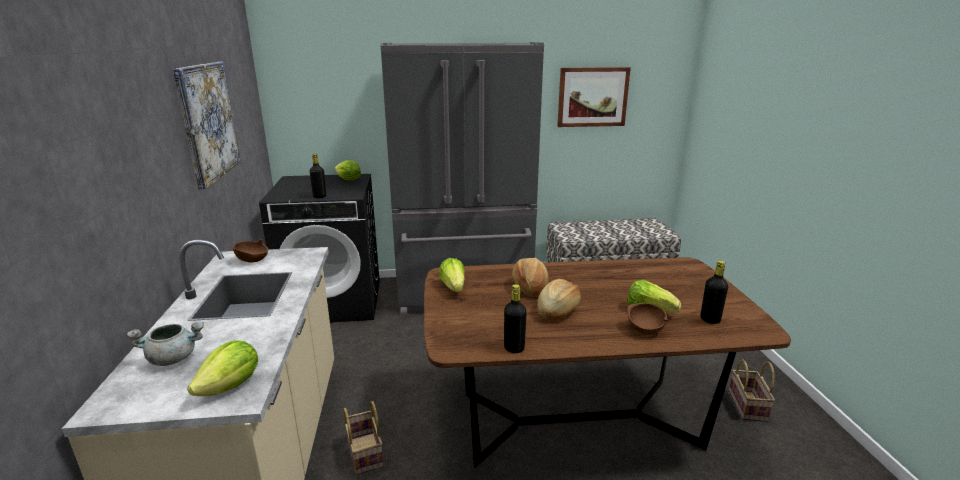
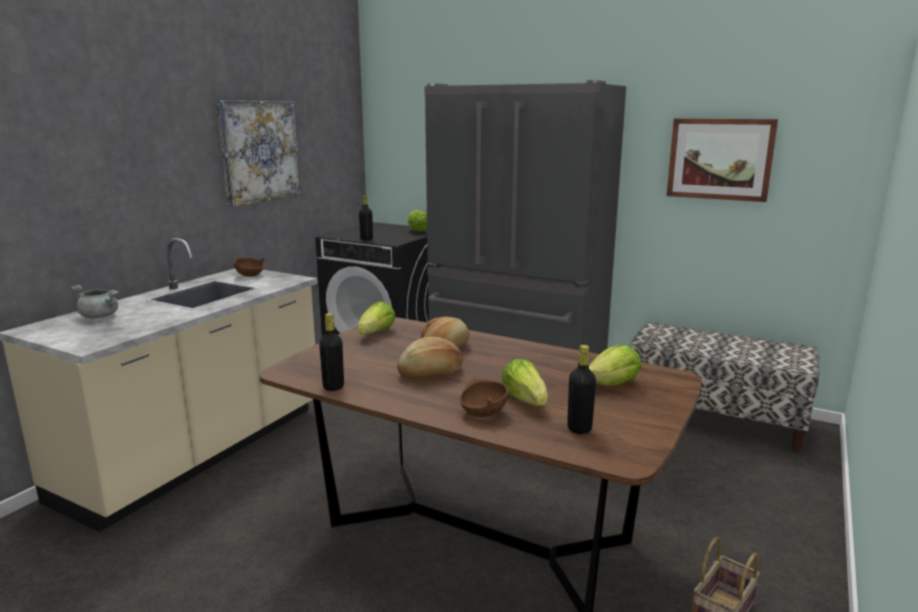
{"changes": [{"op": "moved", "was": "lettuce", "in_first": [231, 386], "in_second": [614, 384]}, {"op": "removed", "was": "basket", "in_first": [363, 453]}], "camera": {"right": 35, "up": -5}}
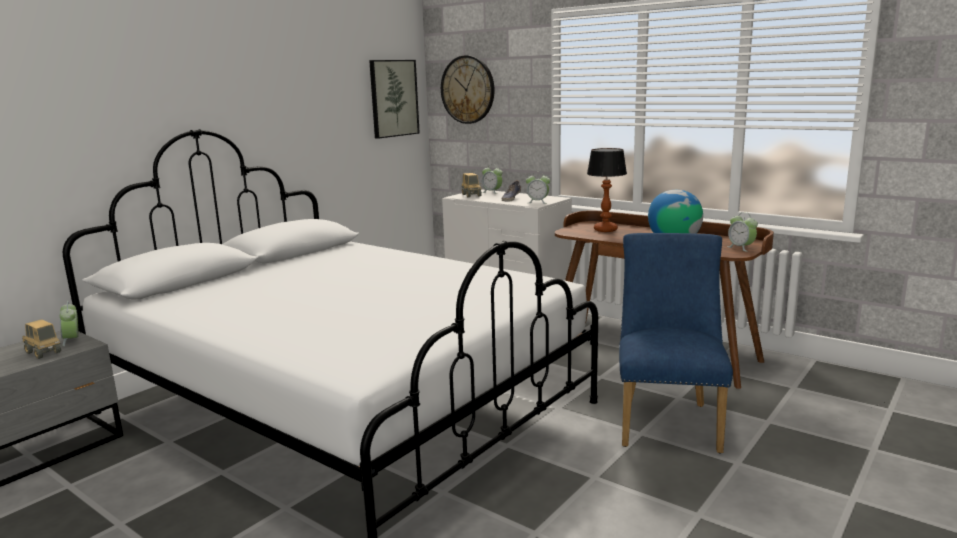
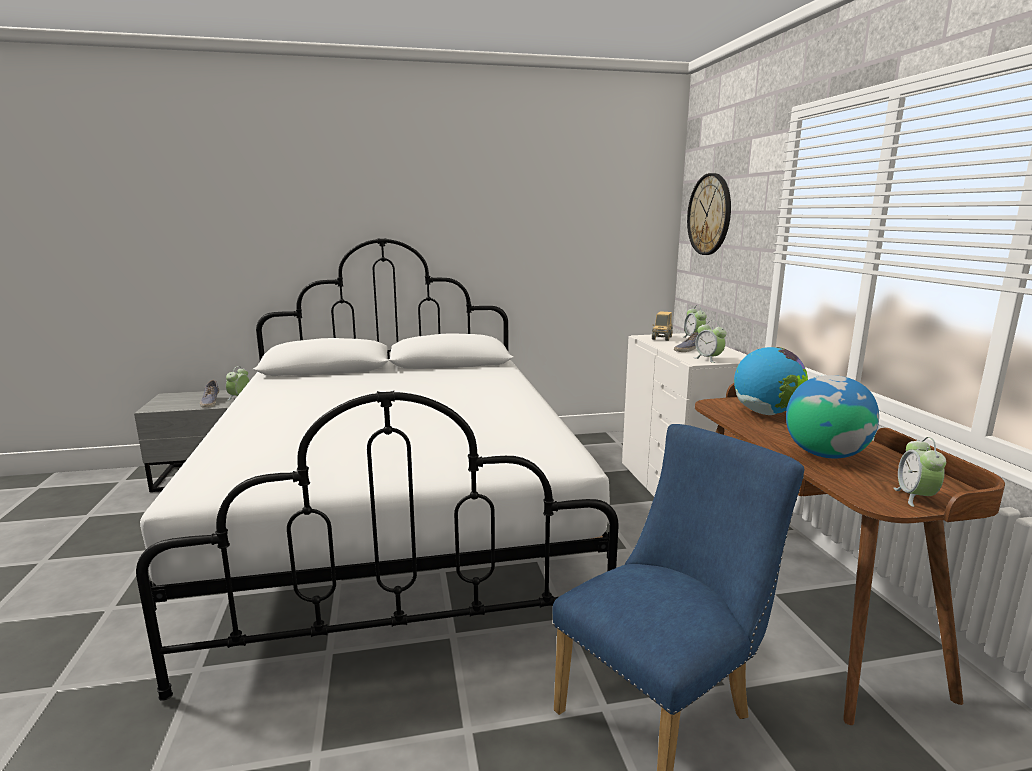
{"changes": [{"op": "replaced", "was": "toy lorry", "now": "shoe", "in_first": [43, 353], "in_second": [210, 402]}, {"op": "removed", "was": "picture", "in_first": [393, 98]}, {"op": "replaced", "was": "table lamp", "now": "globe", "in_first": [605, 230], "in_second": [766, 413]}], "camera": {"right": 40, "up": 0}}
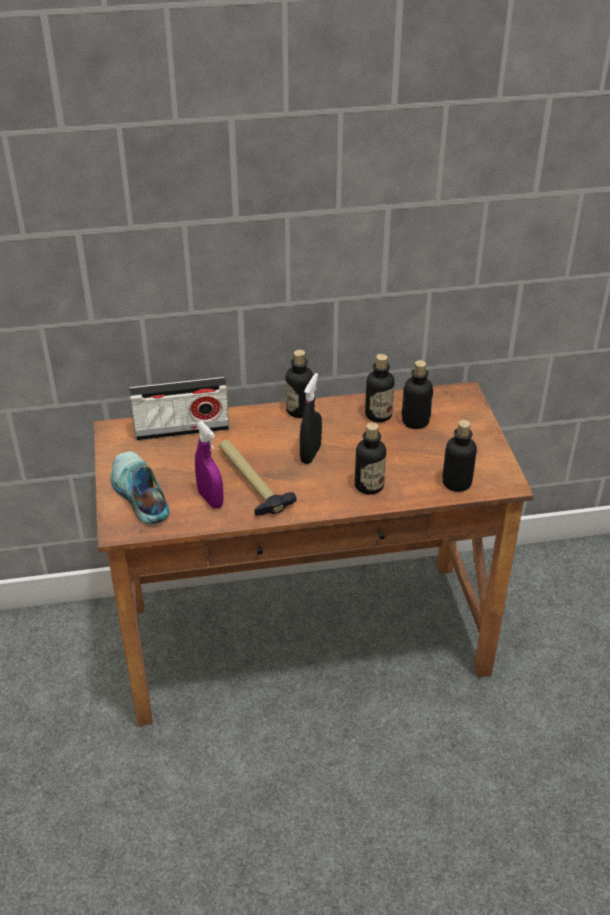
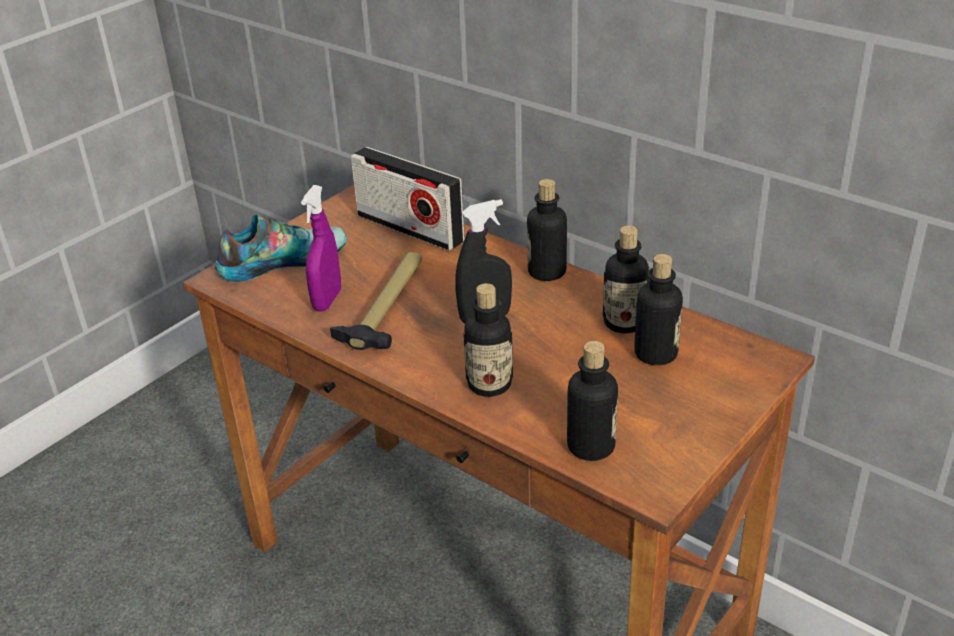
{"changes": [{"op": "turned", "was": "shoe", "in_first": [138, 494], "in_second": [282, 260], "clockwise": 45}], "camera": {"right": 50, "up": -5}}
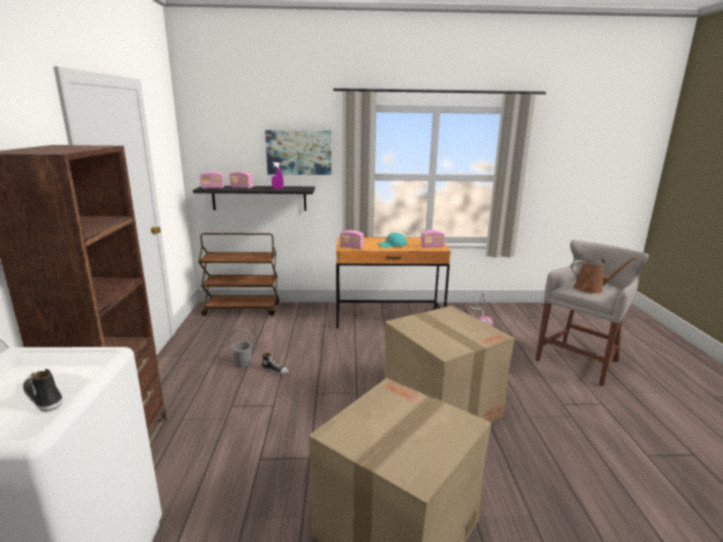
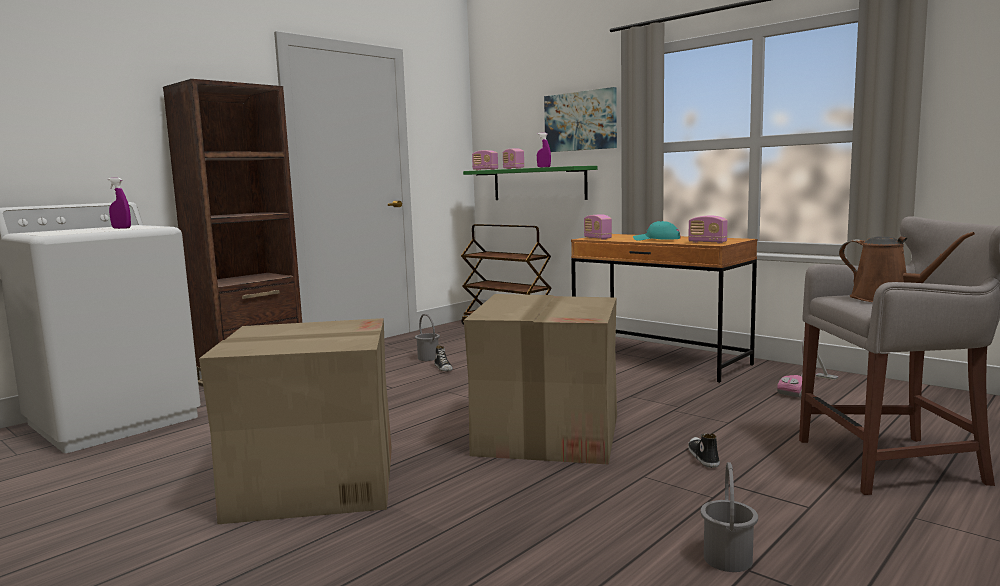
{"changes": [{"op": "moved", "was": "shoe", "in_first": [43, 396], "in_second": [702, 457]}, {"op": "recoloured", "was": "black-coloured shelf", "now": "green shelf", "in_first": [259, 198], "in_second": [538, 184]}, {"op": "added", "now": "purple spray bottle", "in_second": [121, 228]}, {"op": "added", "now": "grey pail", "in_second": [728, 559]}], "camera": {"right": 45, "up": -10}}
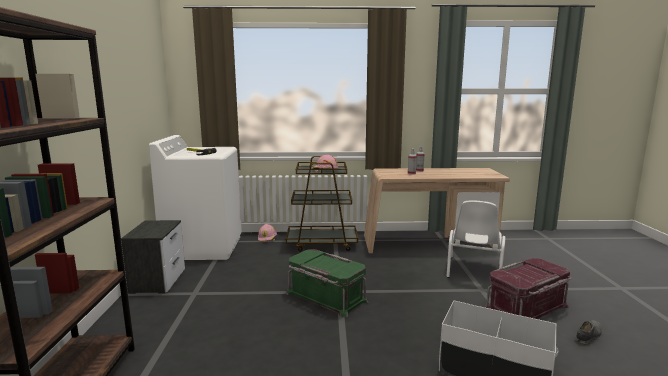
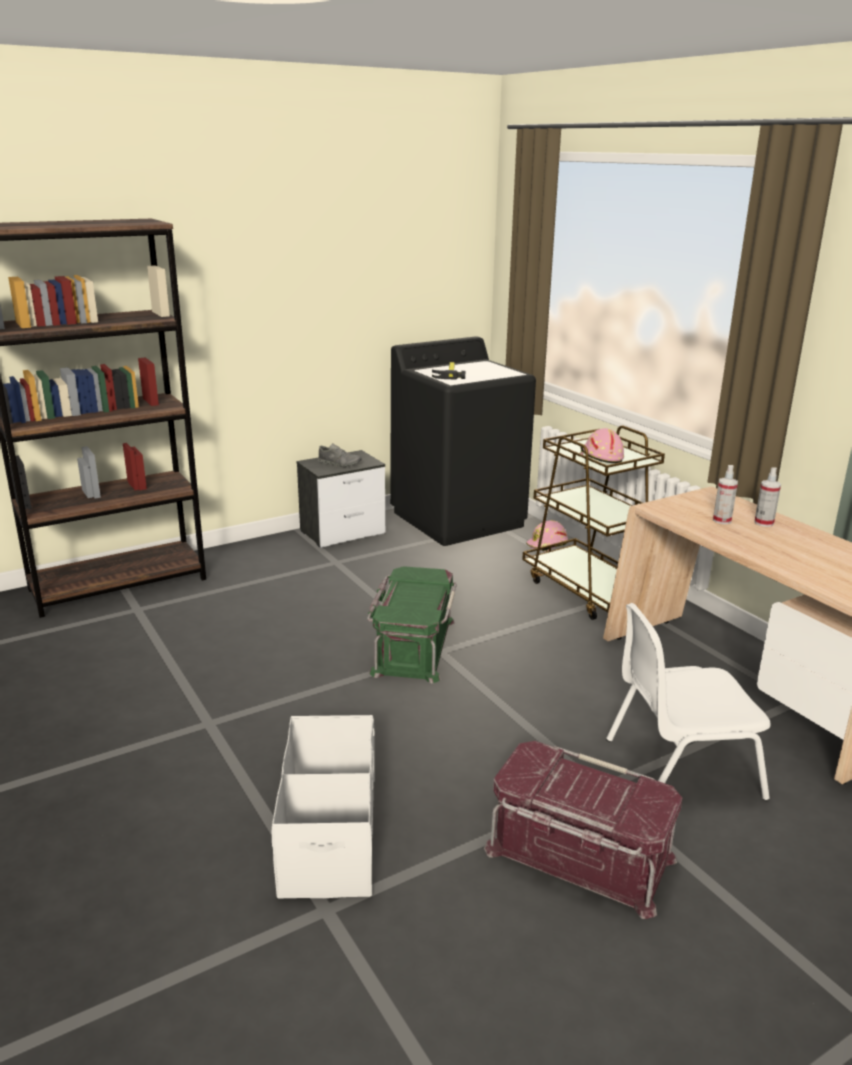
{"changes": [{"op": "recoloured", "was": "whitish laundry appliance", "now": "black-coloured laundry appliance", "in_first": [203, 247], "in_second": [458, 519]}, {"op": "moved", "was": "grey shoe", "in_first": [587, 336], "in_second": [339, 464]}], "camera": {"right": 60, "up": 10}}
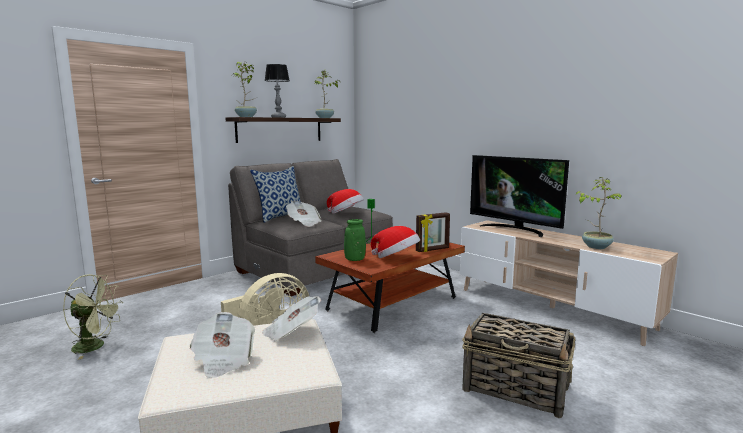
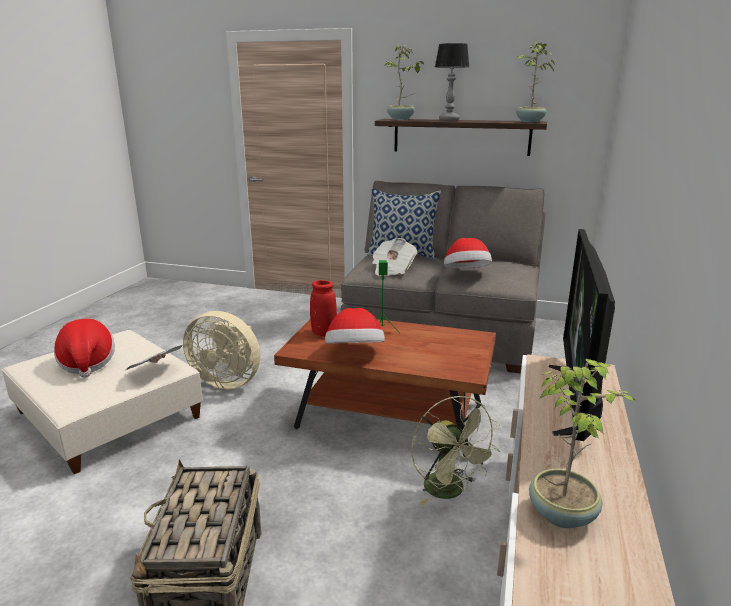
{"changes": [{"op": "moved", "was": "green electric fan", "in_first": [95, 347], "in_second": [450, 491]}, {"op": "replaced", "was": "printed paper", "now": "wearable hat", "in_first": [223, 360], "in_second": [87, 363]}, {"op": "recoloured", "was": "green decorative vase", "now": "red decorative vase", "in_first": [355, 259], "in_second": [323, 333]}, {"op": "removed", "was": "picture frame", "in_first": [432, 250]}], "camera": {"right": 60, "up": 10}}
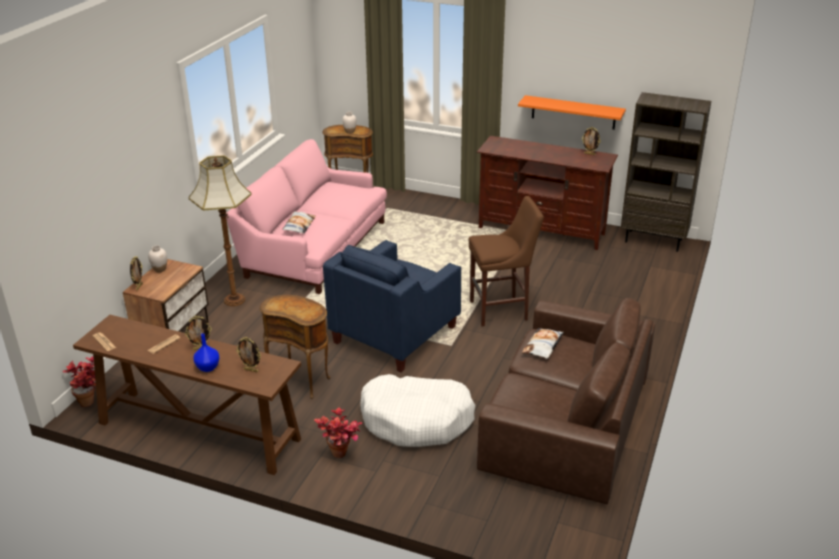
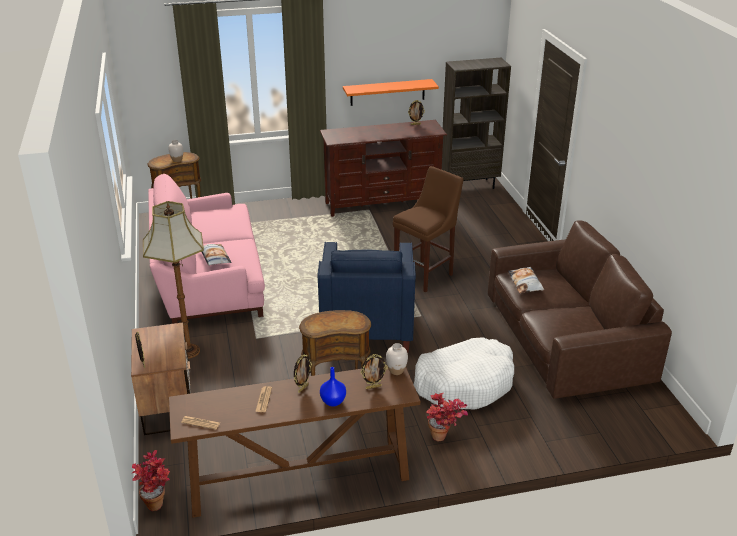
{"changes": [{"op": "moved", "was": "whitish decorative vase", "in_first": [160, 269], "in_second": [396, 370]}], "camera": {"right": -35, "up": 0}}
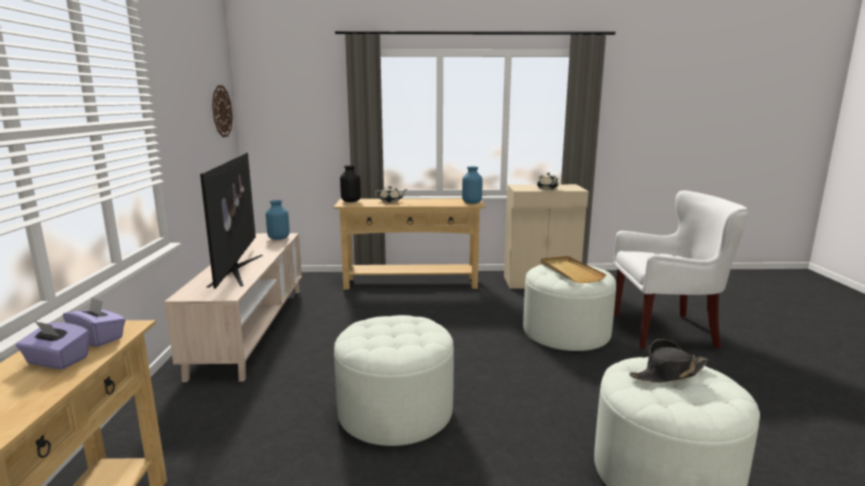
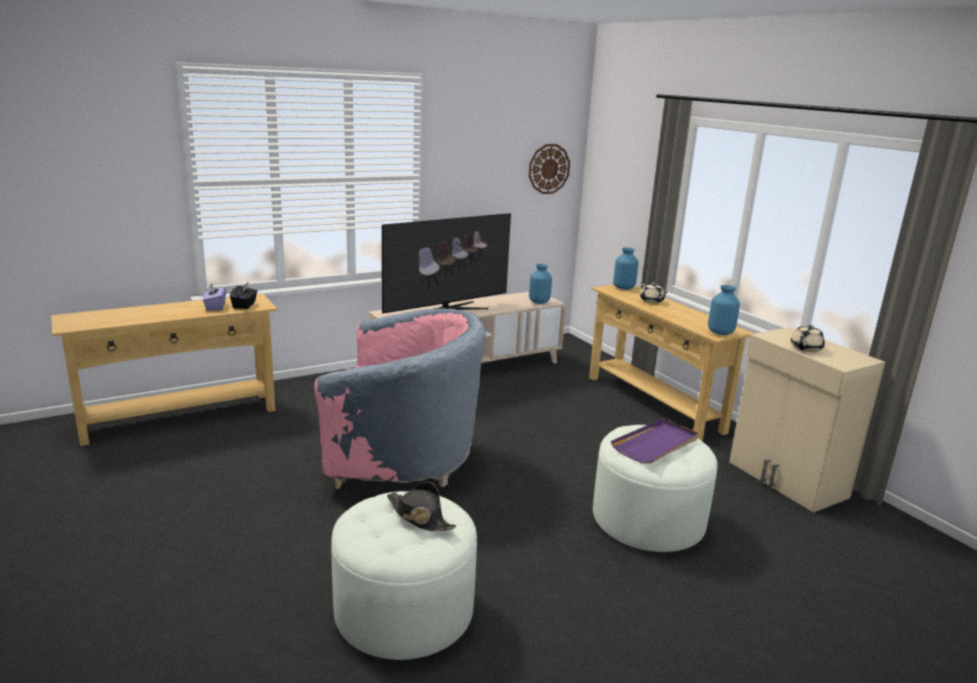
{"changes": [{"op": "recoloured", "was": "purple tissue holder", "now": "black-coloured tissue holder", "in_first": [98, 338], "in_second": [245, 305]}, {"op": "replaced", "was": "whitish footrest", "now": "pinkish easy chair", "in_first": [395, 412], "in_second": [400, 460]}, {"op": "recoloured", "was": "black-coloured decorative vase", "now": "bluish decorative vase", "in_first": [351, 201], "in_second": [624, 288]}, {"op": "recoloured", "was": "beige-coloured carrying tray", "now": "purple carrying tray", "in_first": [570, 271], "in_second": [656, 444]}, {"op": "removed", "was": "whitish easy chair", "in_first": [667, 331]}], "camera": {"right": 60, "up": 5}}
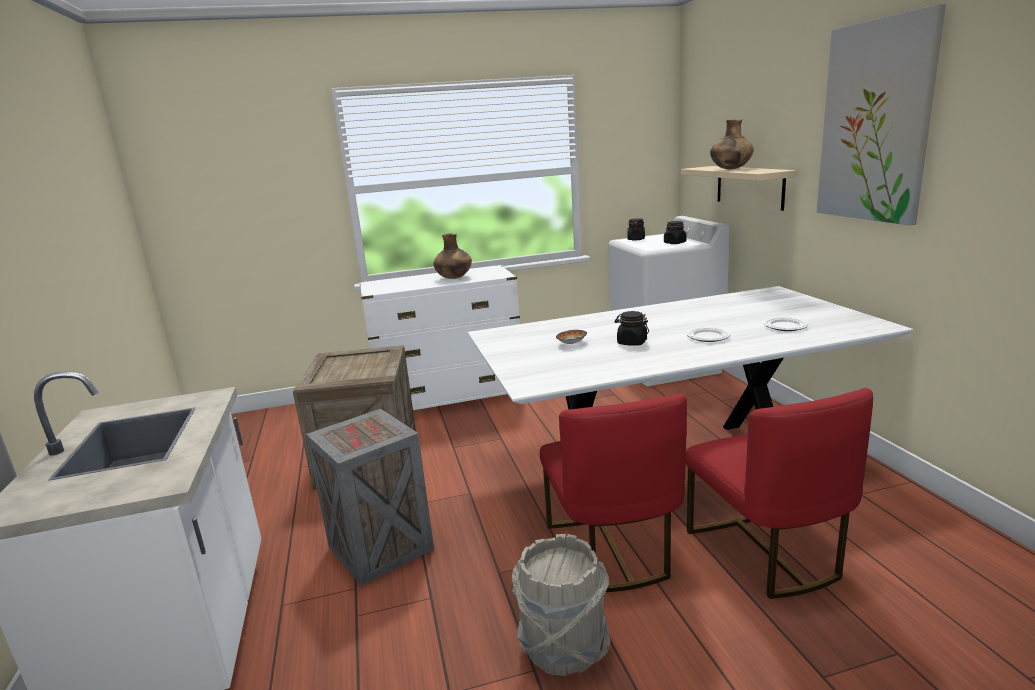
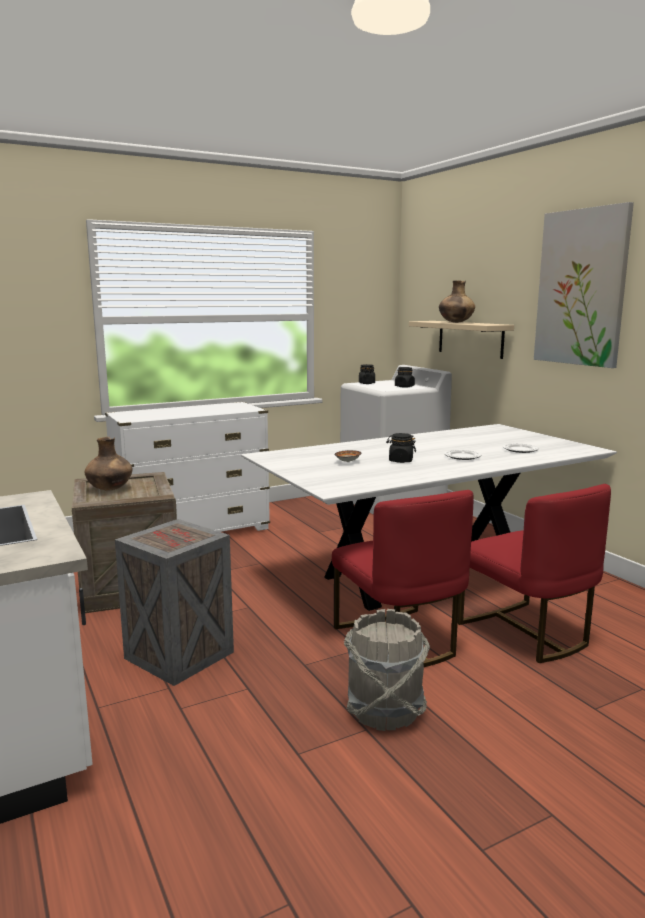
{"changes": [{"op": "moved", "was": "brown-coloured decorative vase", "in_first": [454, 278], "in_second": [110, 489]}], "camera": {"right": -15, "up": -5}}
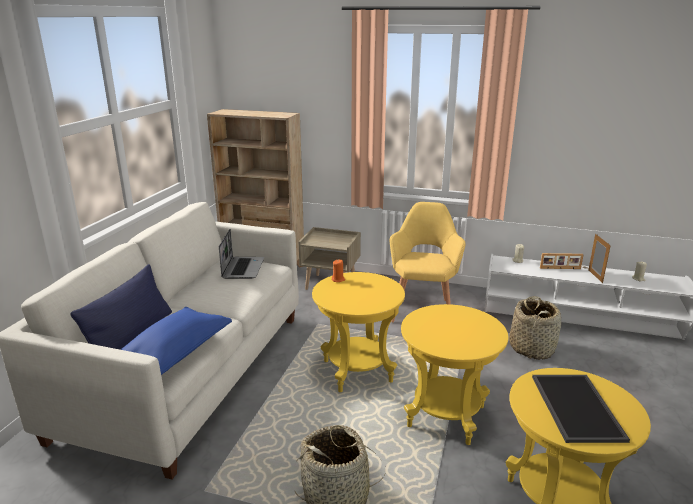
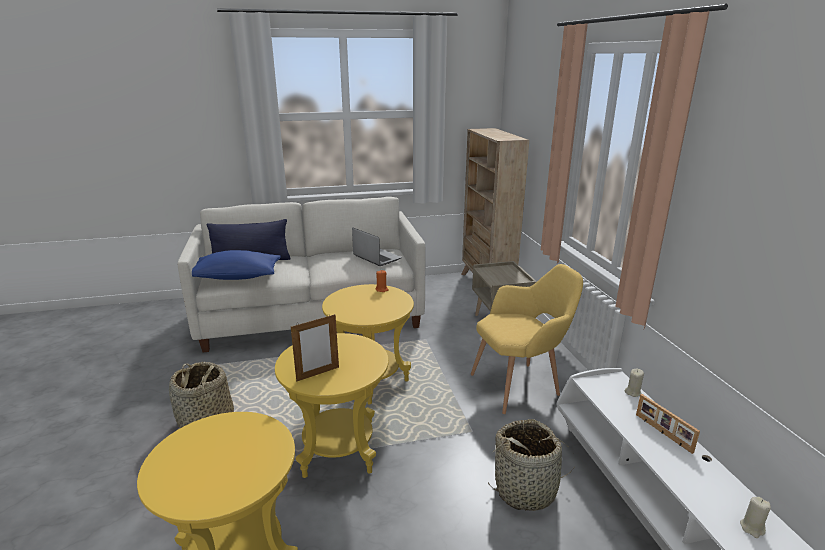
{"changes": [{"op": "turned", "was": "notebook computer", "in_first": [242, 268], "in_second": [376, 257], "clockwise": -105}, {"op": "removed", "was": "carrying tray", "in_first": [574, 406]}, {"op": "moved", "was": "picture frame", "in_first": [595, 276], "in_second": [318, 374]}], "camera": {"right": 60, "up": 0}}
